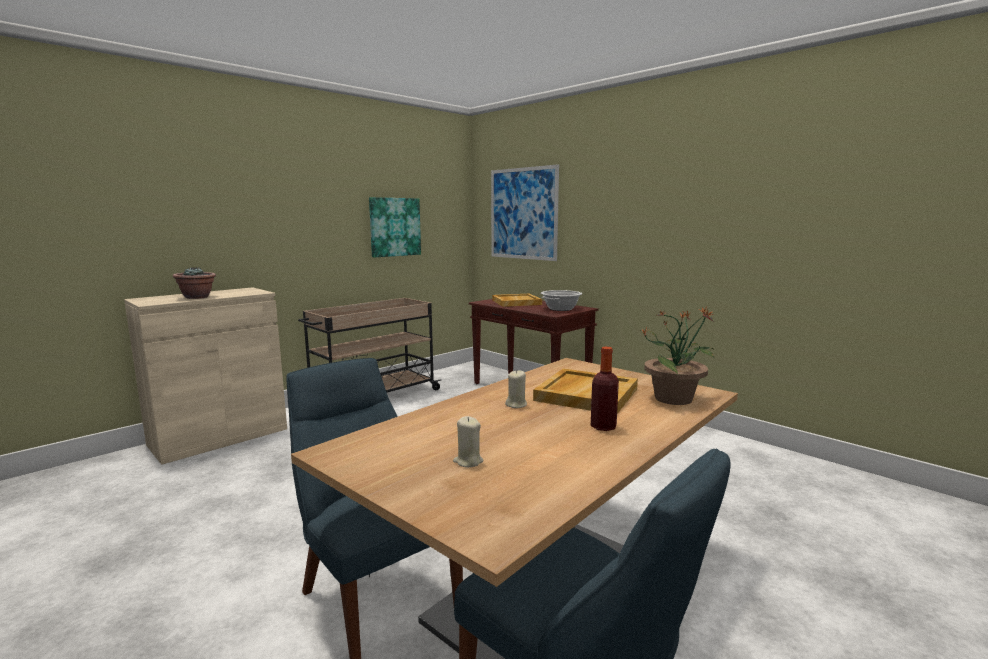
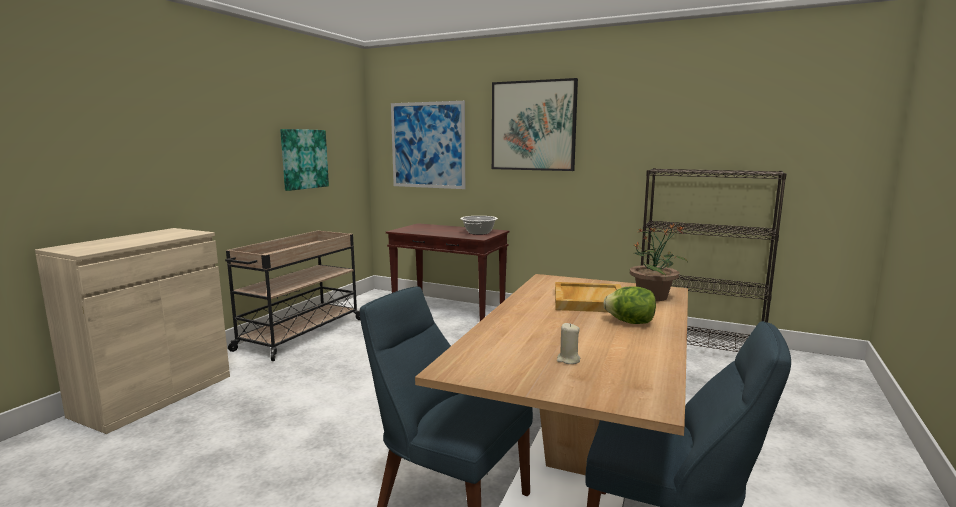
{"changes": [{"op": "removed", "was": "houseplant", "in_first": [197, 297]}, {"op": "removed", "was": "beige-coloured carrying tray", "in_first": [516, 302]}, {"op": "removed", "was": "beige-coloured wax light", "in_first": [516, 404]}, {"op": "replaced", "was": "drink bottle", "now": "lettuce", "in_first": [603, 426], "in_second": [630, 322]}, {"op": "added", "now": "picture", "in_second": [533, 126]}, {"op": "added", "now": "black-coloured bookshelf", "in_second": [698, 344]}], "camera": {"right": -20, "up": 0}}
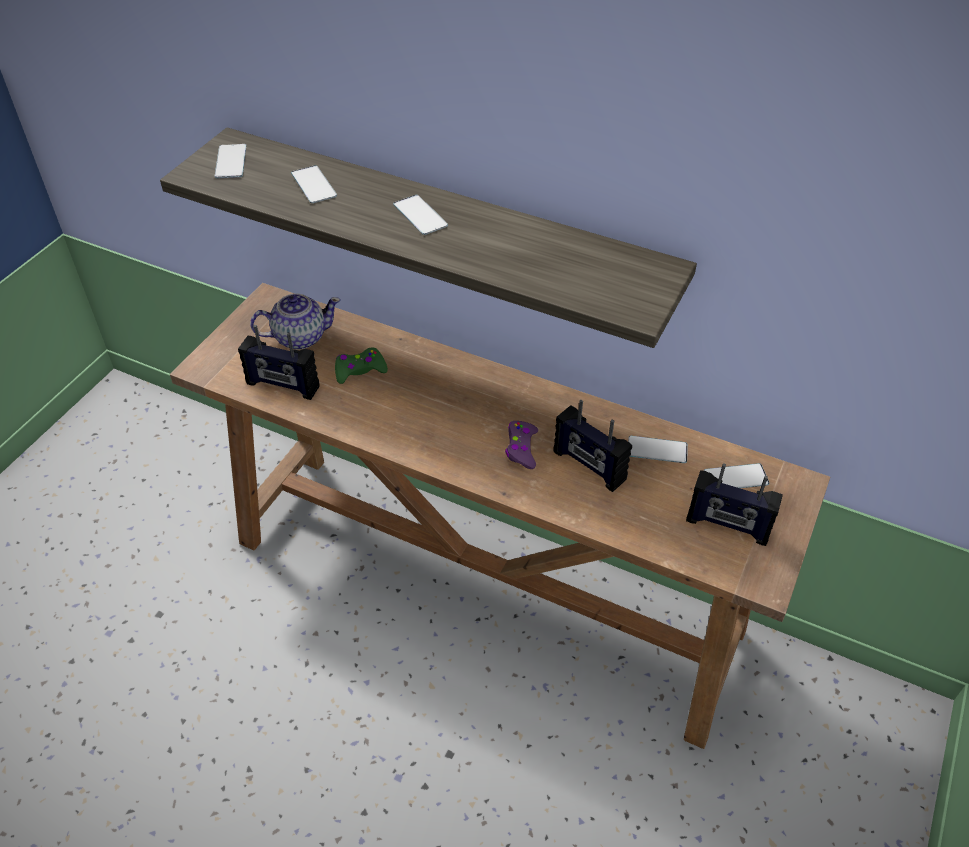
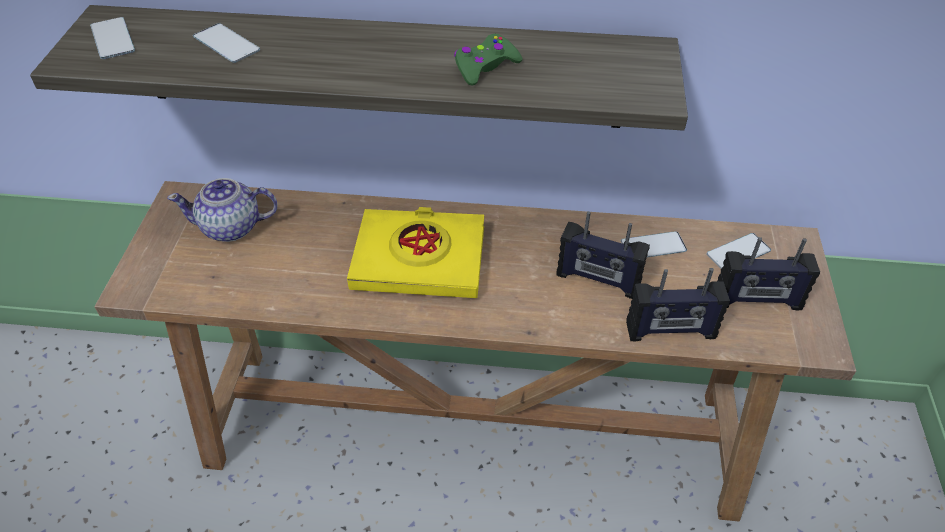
{"changes": [{"op": "moved", "was": "radio", "in_first": [282, 386], "in_second": [670, 331]}, {"op": "turned", "was": "pot for tea", "in_first": [299, 337], "in_second": [232, 227], "clockwise": -150}, {"op": "moved", "was": "green gamepad", "in_first": [359, 370], "in_second": [485, 67]}, {"op": "removed", "was": "handset", "in_first": [420, 215]}, {"op": "removed", "was": "purple gamepad", "in_first": [521, 448]}, {"op": "added", "now": "yellowish volume", "in_second": [419, 259]}], "camera": {"right": -20, "up": 0}}
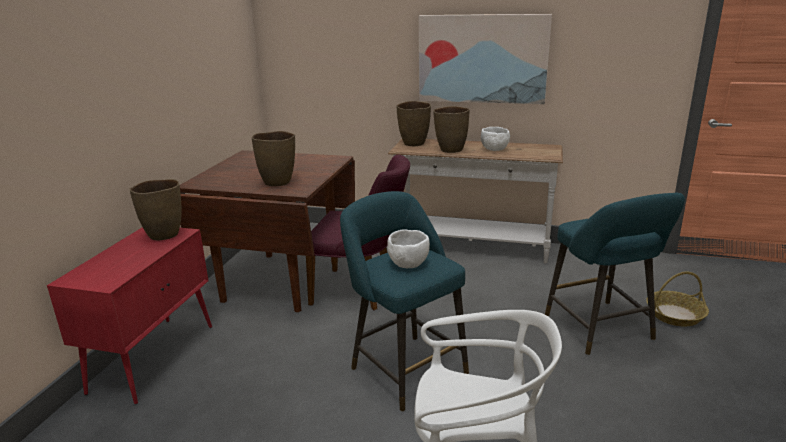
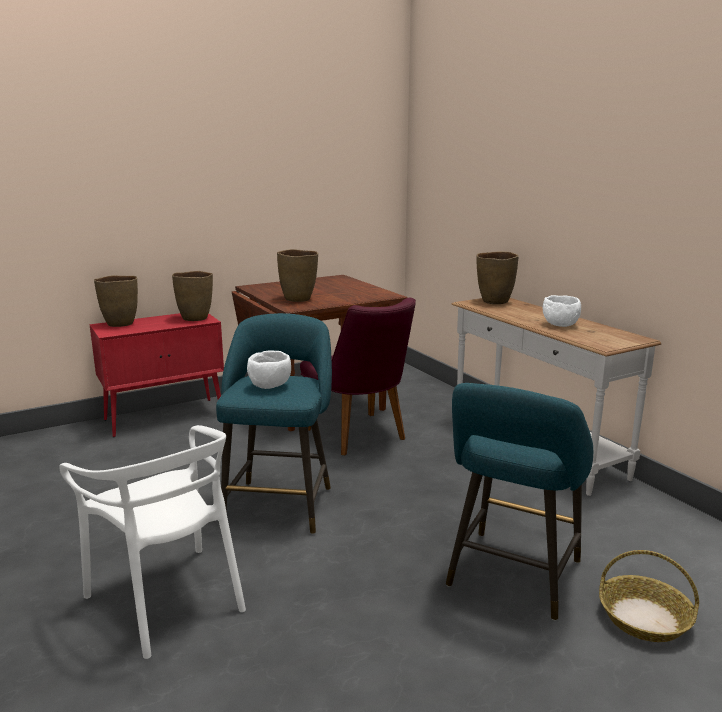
{"changes": [{"op": "removed", "was": "picture", "in_first": [482, 59]}, {"op": "moved", "was": "brown-coloured decorative vase", "in_first": [450, 150], "in_second": [120, 324]}], "camera": {"right": 45, "up": -5}}
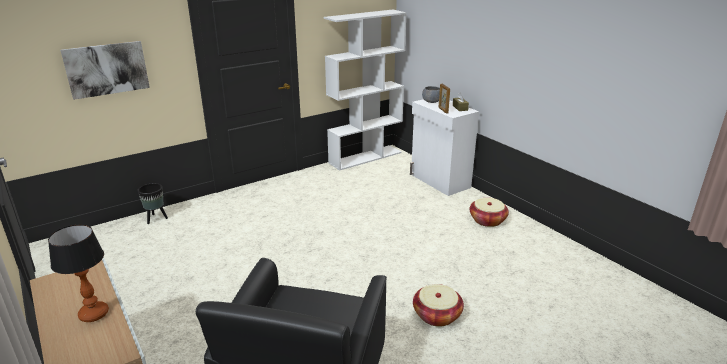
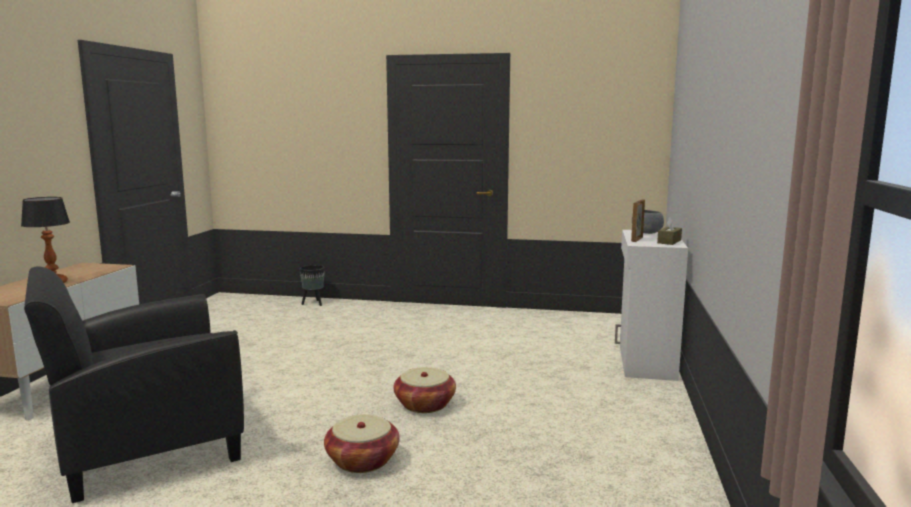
{"changes": [{"op": "removed", "was": "picture", "in_first": [106, 69]}, {"op": "removed", "was": "whitish bookshelf", "in_first": [365, 157]}, {"op": "moved", "was": "basket", "in_first": [487, 220], "in_second": [425, 404]}], "camera": {"right": 45, "up": -15}}
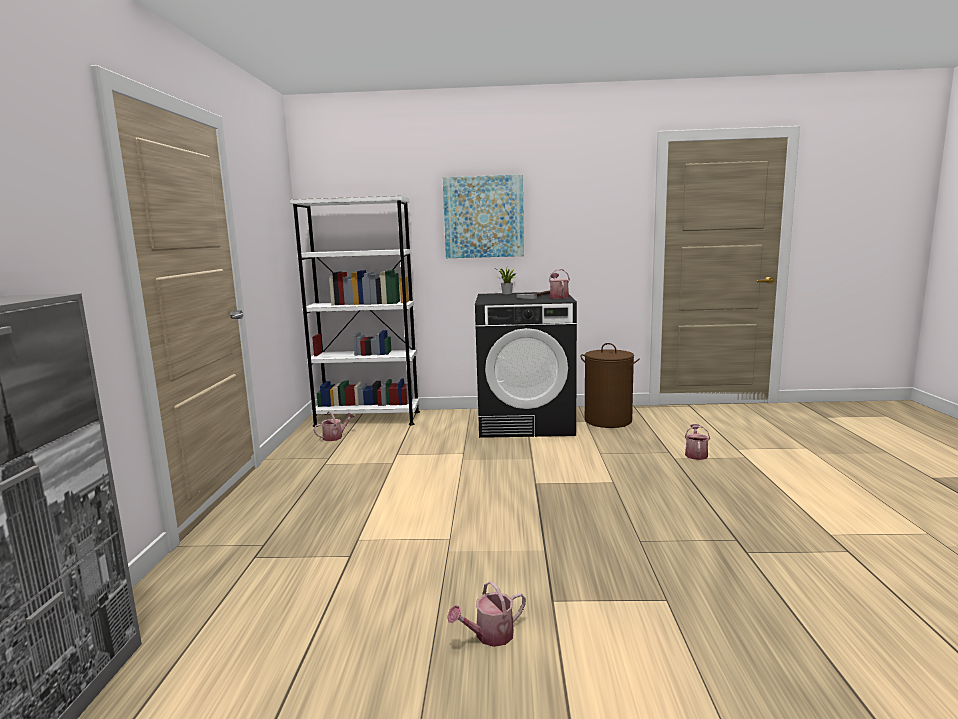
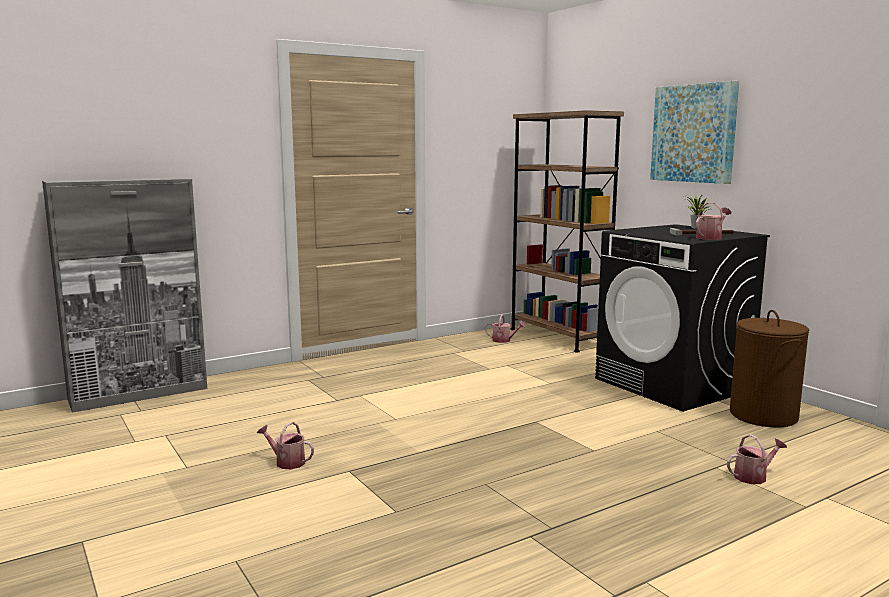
{"changes": [{"op": "recoloured", "was": "whitish bookshelf", "now": "brown-coloured bookshelf", "in_first": [367, 419], "in_second": [558, 337]}], "camera": {"right": 55, "up": 0}}
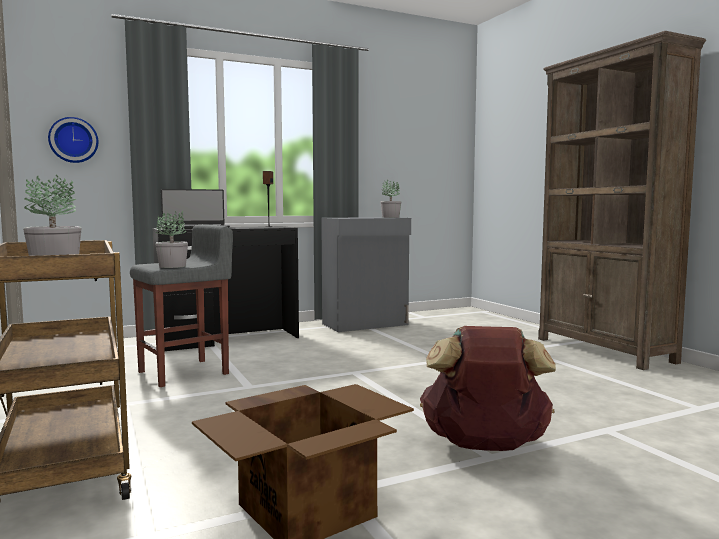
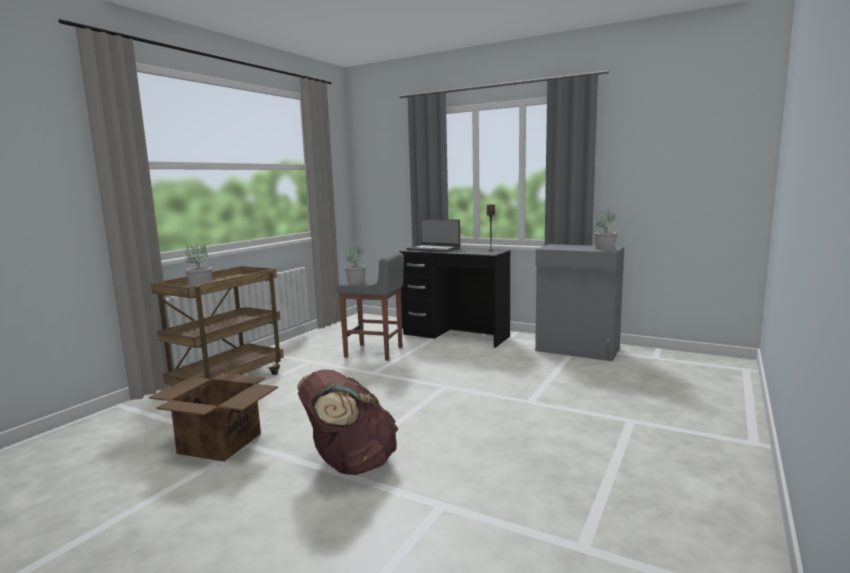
{"changes": [{"op": "removed", "was": "wall clock", "in_first": [73, 140]}, {"op": "removed", "was": "brown-coloured bookshelf", "in_first": [604, 350]}], "camera": {"right": 55, "up": 5}}
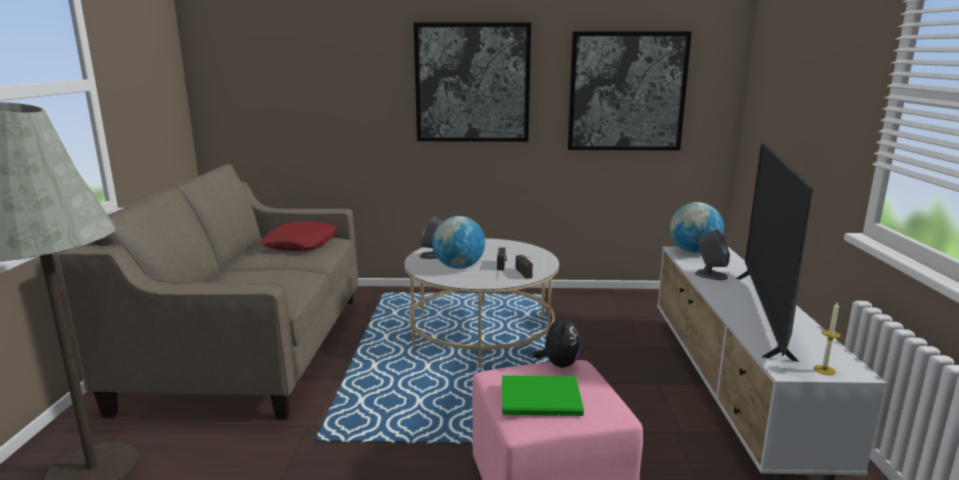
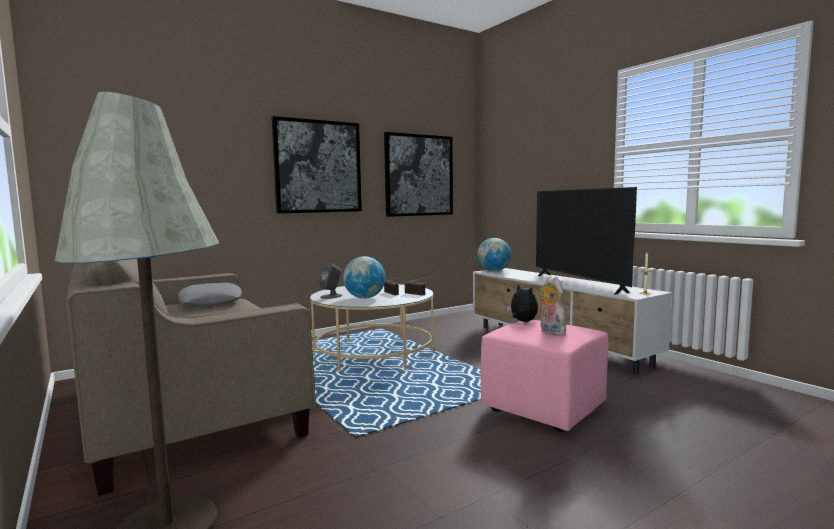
{"changes": [{"op": "recoloured", "was": "red throw pillow", "now": "grey throw pillow", "in_first": [301, 243], "in_second": [210, 302]}, {"op": "replaced", "was": "green volume", "now": "plush toy", "in_first": [543, 399], "in_second": [550, 332]}, {"op": "removed", "was": "grey audio speaker", "in_first": [710, 275]}], "camera": {"right": -35, "up": -10}}
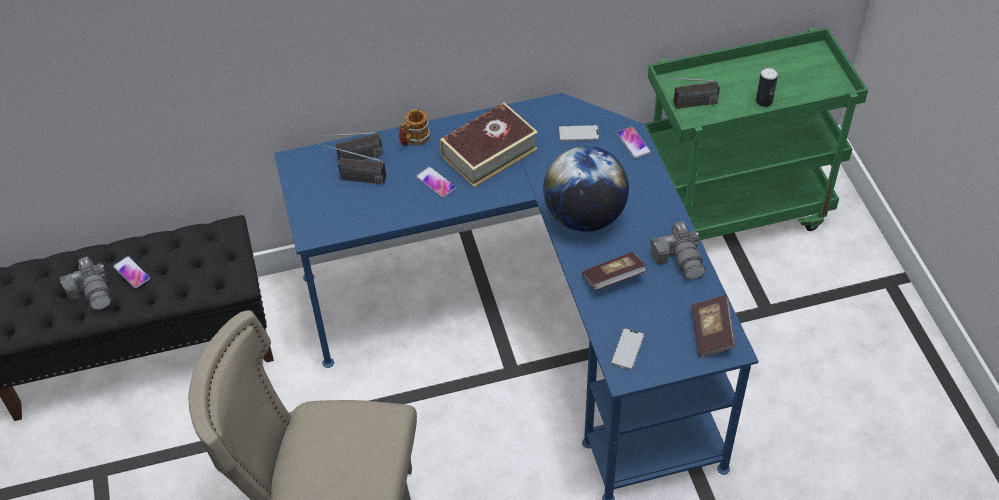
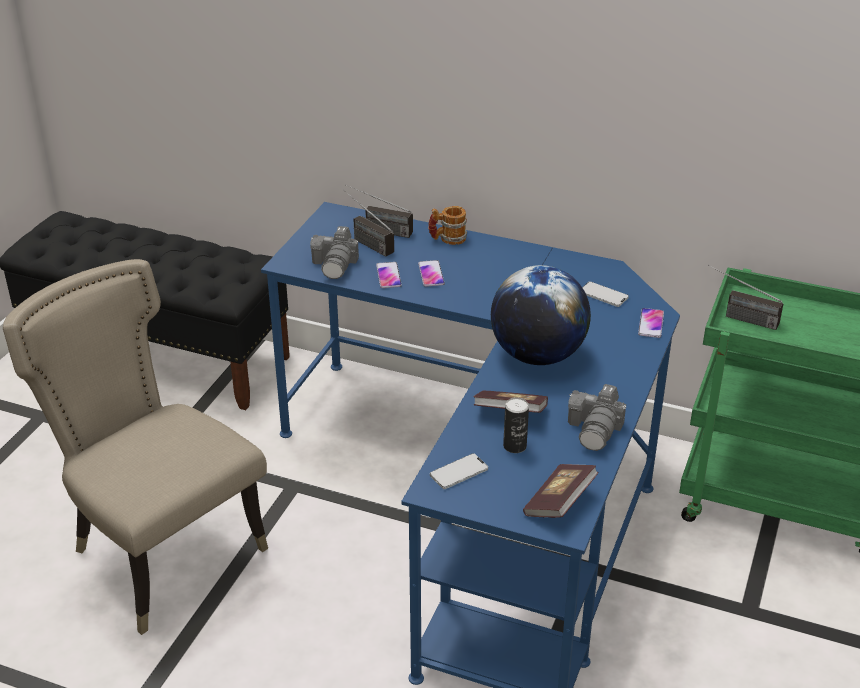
{"changes": [{"op": "moved", "was": "still camera", "in_first": [92, 292], "in_second": [336, 265]}, {"op": "moved", "was": "handset", "in_first": [132, 273], "in_second": [388, 276]}, {"op": "removed", "was": "volume", "in_first": [489, 152]}, {"op": "moved", "was": "sealed can", "in_first": [764, 101], "in_second": [514, 446]}], "camera": {"right": 35, "up": -15}}
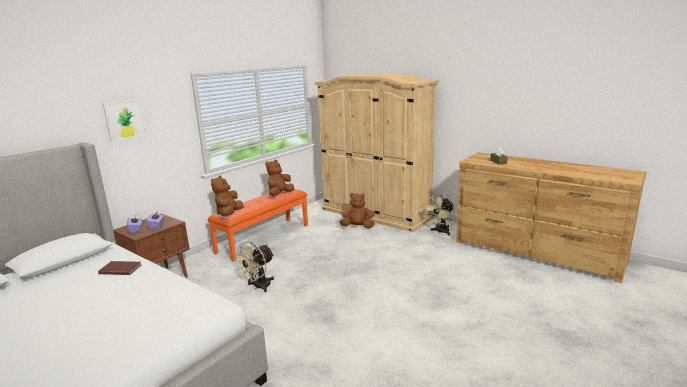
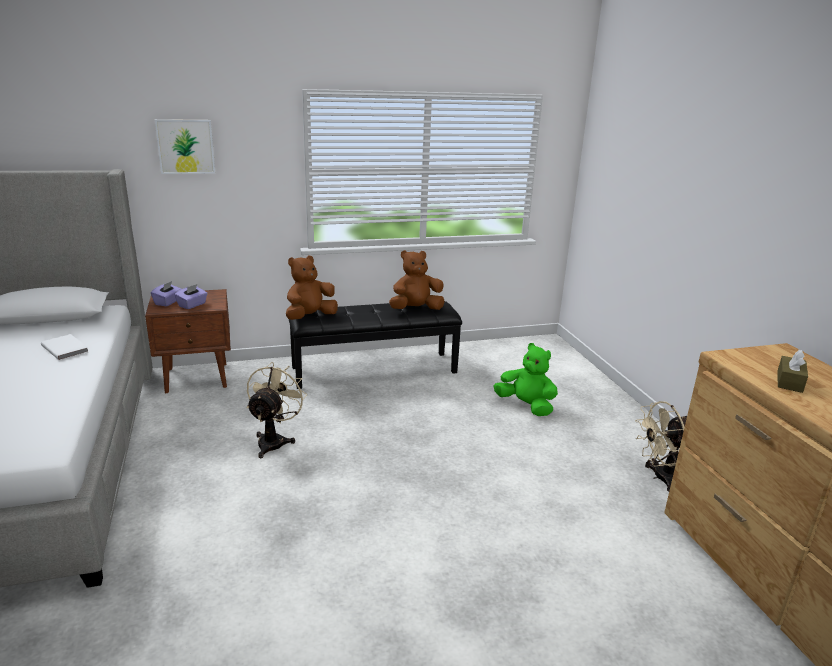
{"changes": [{"op": "recoloured", "was": "brown-coloured volume", "now": "whitish volume", "in_first": [120, 269], "in_second": [66, 348]}, {"op": "recoloured", "was": "orangey bench", "now": "black-coloured bench", "in_first": [263, 238], "in_second": [374, 369]}, {"op": "turned", "was": "beige-coloured electric fan", "in_first": [258, 287], "in_second": [274, 441], "clockwise": 120}, {"op": "removed", "was": "beige-coloured clothes cupboard", "in_first": [375, 213]}, {"op": "recoloured", "was": "brown-coloured plush toy", "now": "green plush toy", "in_first": [357, 227], "in_second": [526, 406]}], "camera": {"right": 35, "up": 5}}
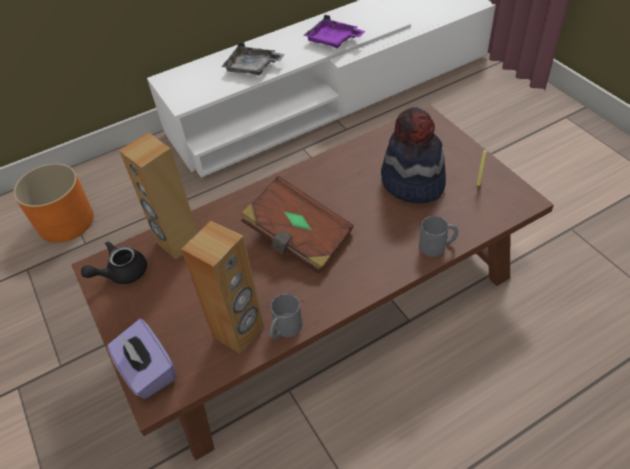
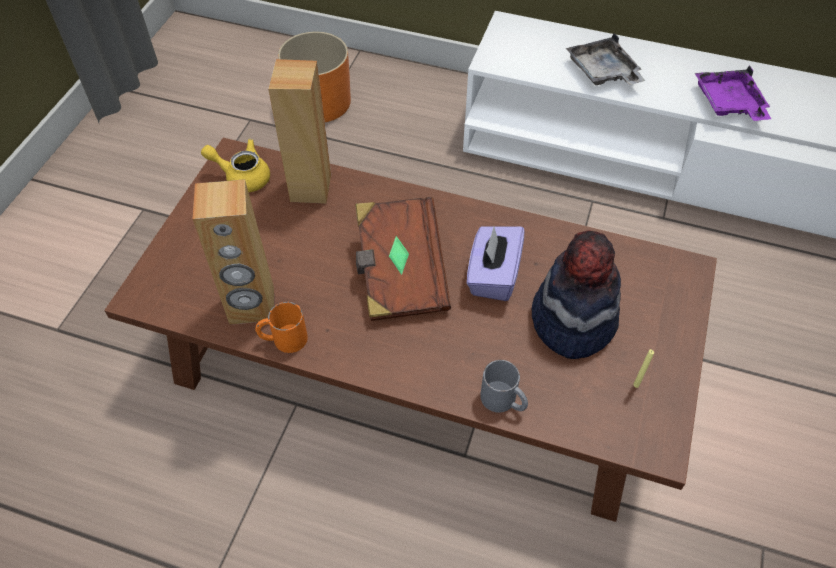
{"changes": [{"op": "recoloured", "was": "black-coloured pot for tea", "now": "yellowish pot for tea", "in_first": [121, 273], "in_second": [242, 176]}, {"op": "moved", "was": "purple tissue holder", "in_first": [147, 371], "in_second": [493, 276]}, {"op": "recoloured", "was": "grey coffee mug", "now": "orangey coffee mug", "in_first": [284, 329], "in_second": [283, 339]}], "camera": {"right": 45, "up": 5}}
